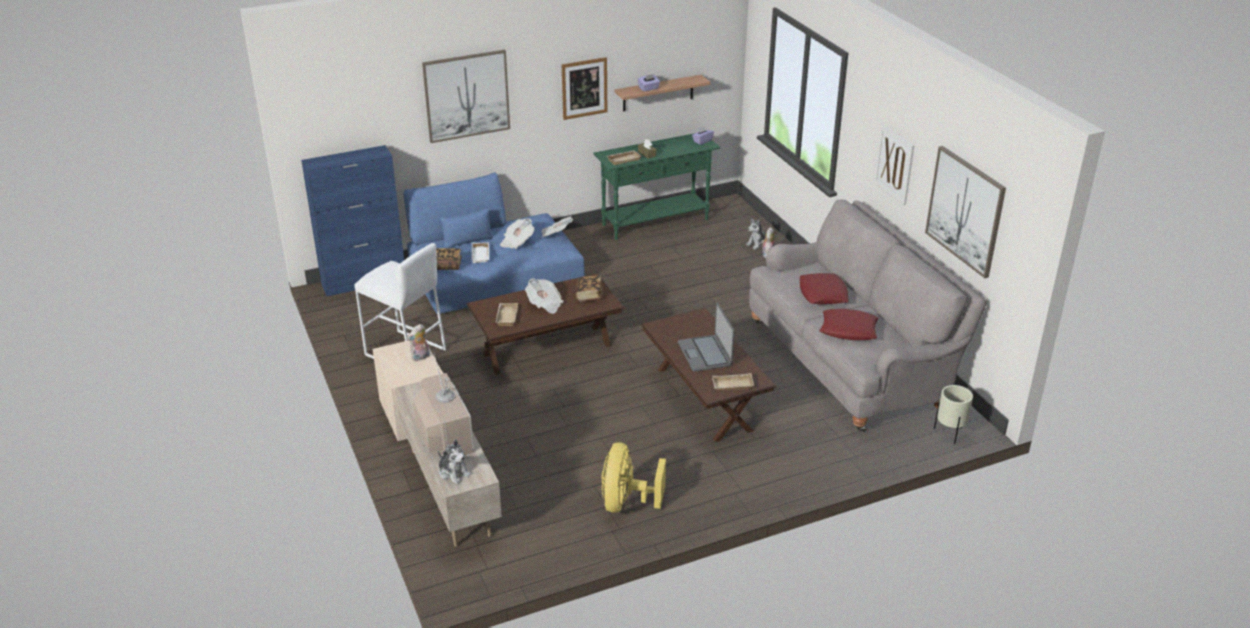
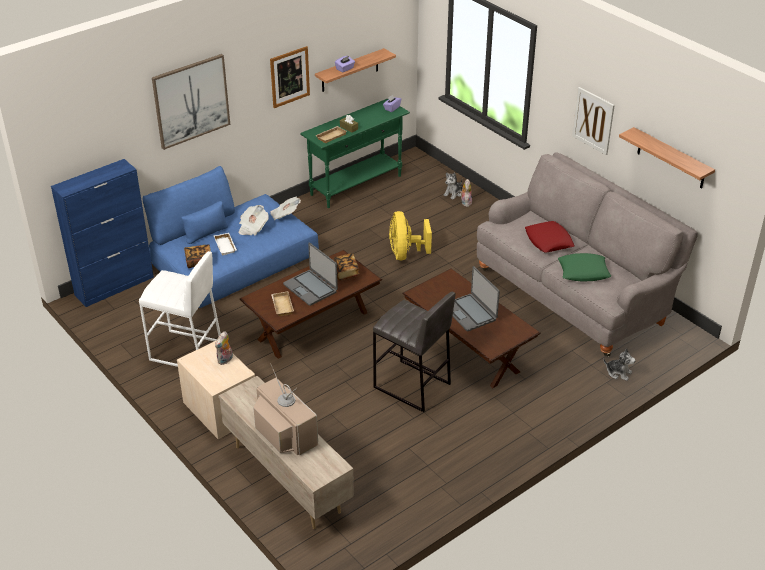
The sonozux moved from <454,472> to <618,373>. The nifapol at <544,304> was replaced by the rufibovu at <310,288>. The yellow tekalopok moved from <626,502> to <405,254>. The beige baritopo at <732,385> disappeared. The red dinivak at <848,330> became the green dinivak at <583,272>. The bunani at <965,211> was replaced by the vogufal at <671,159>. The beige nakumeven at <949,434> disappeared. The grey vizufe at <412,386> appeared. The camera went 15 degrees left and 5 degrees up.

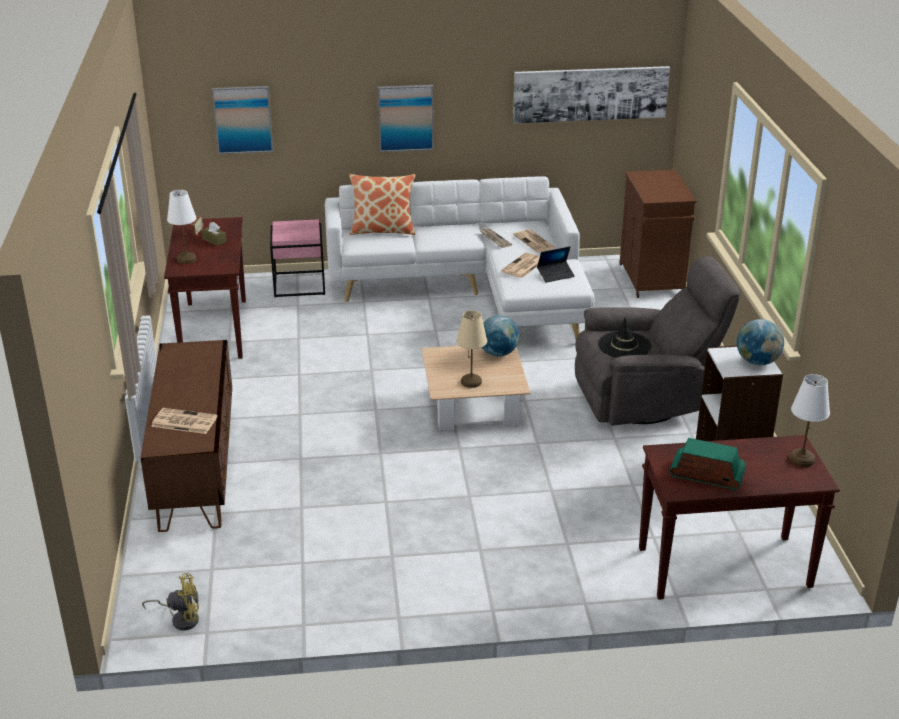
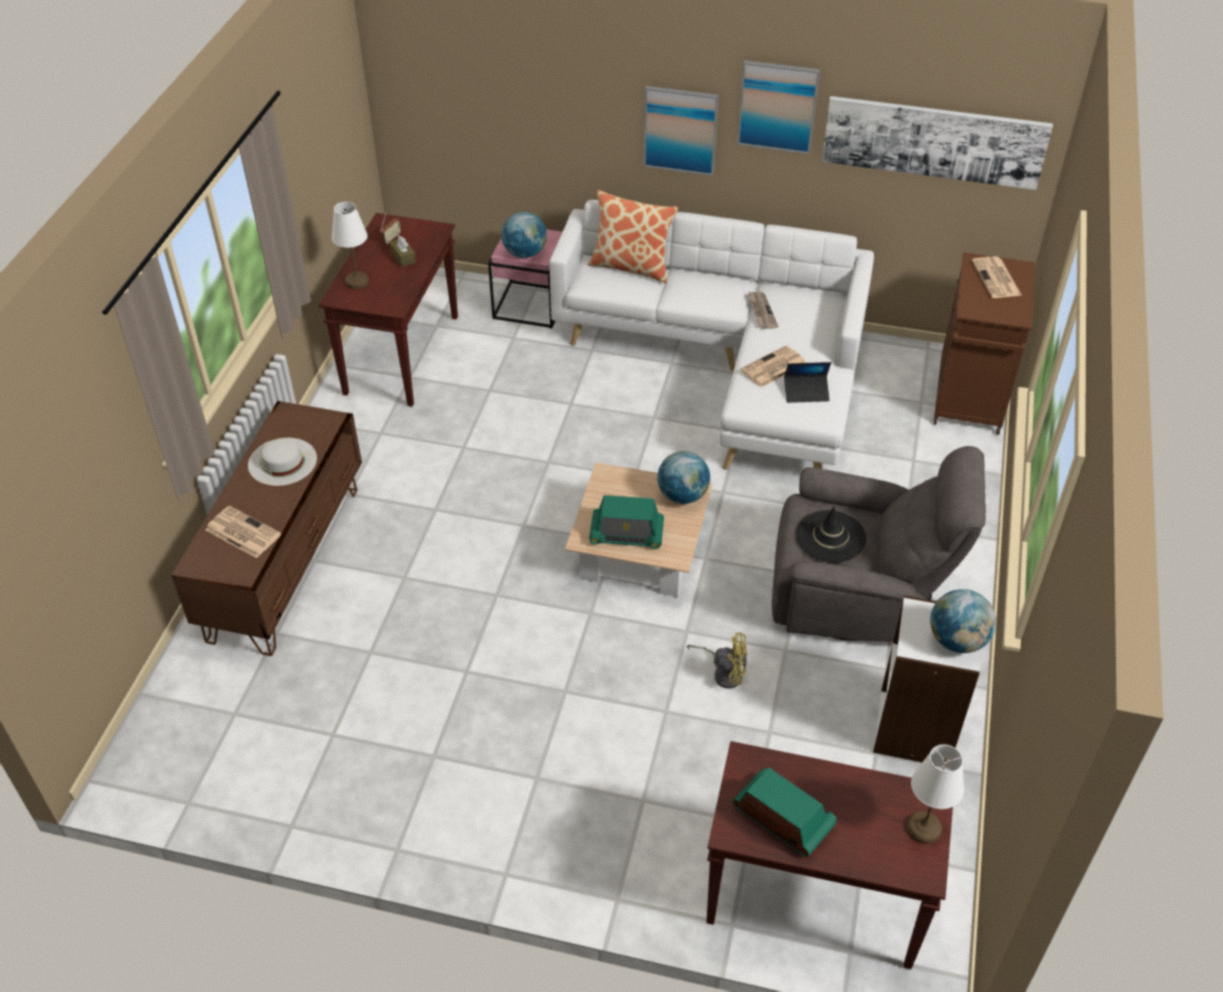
The yellow tekalopok moved from <181,619> to <724,673>. The bunani moved from <243,119> to <777,106>. The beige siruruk at <471,382> was replaced by the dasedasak at <626,534>. The nifapol moved from <535,242> to <997,279>. The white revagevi at <282,461> appeared. The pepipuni at <525,253> appeared. The camera went 20 degrees right and 15 degrees up.

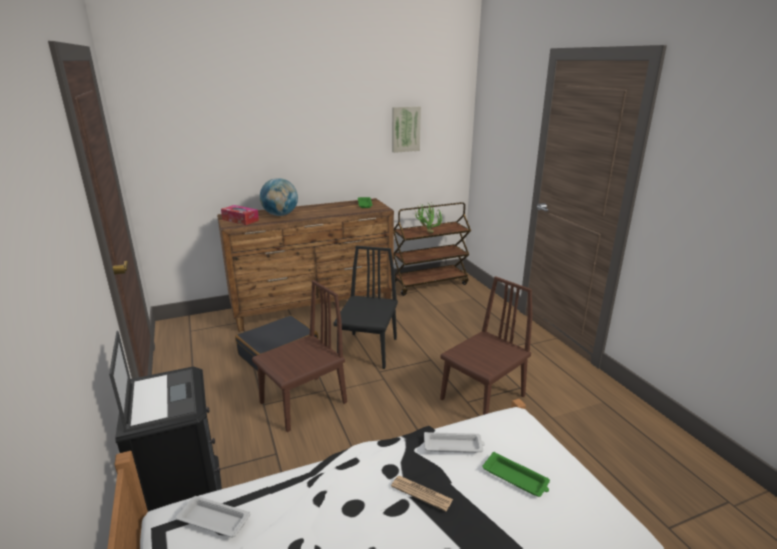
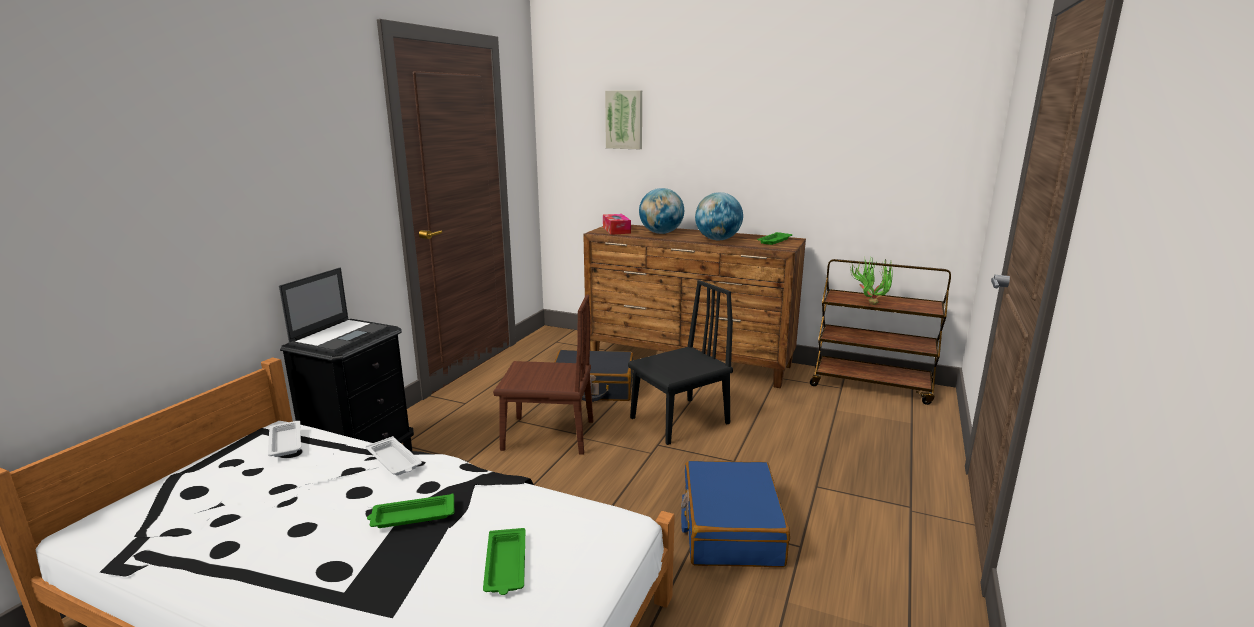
The nifapol at <421,493> was replaced by the green baritopo at <412,516>. The bunani moved from <405,129> to <624,120>. The white baritopo moved from <454,446> to <394,461>. The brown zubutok at <482,397> was replaced by the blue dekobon at <730,528>. The pepipuni at <717,240> appeared. The camera went 45 degrees right and 5 degrees down.

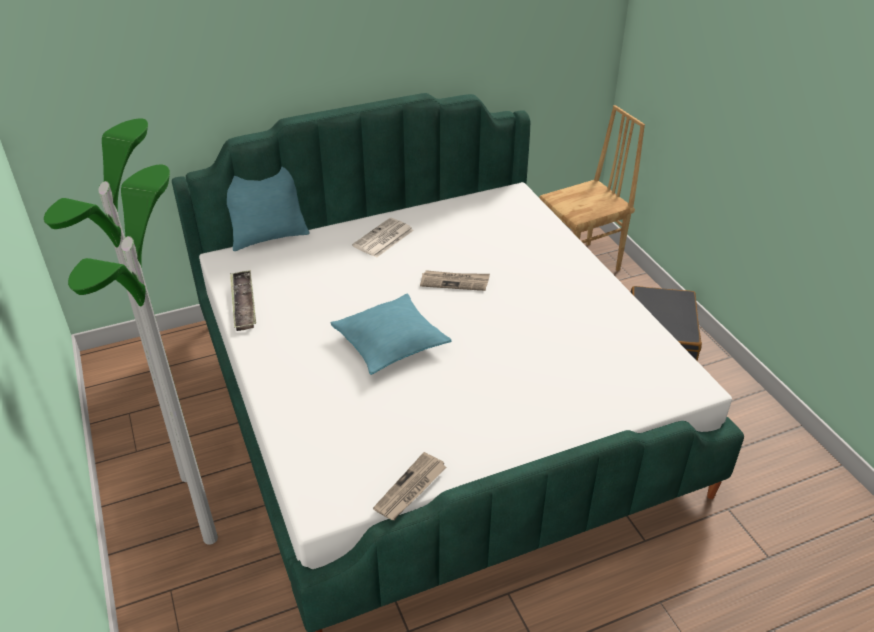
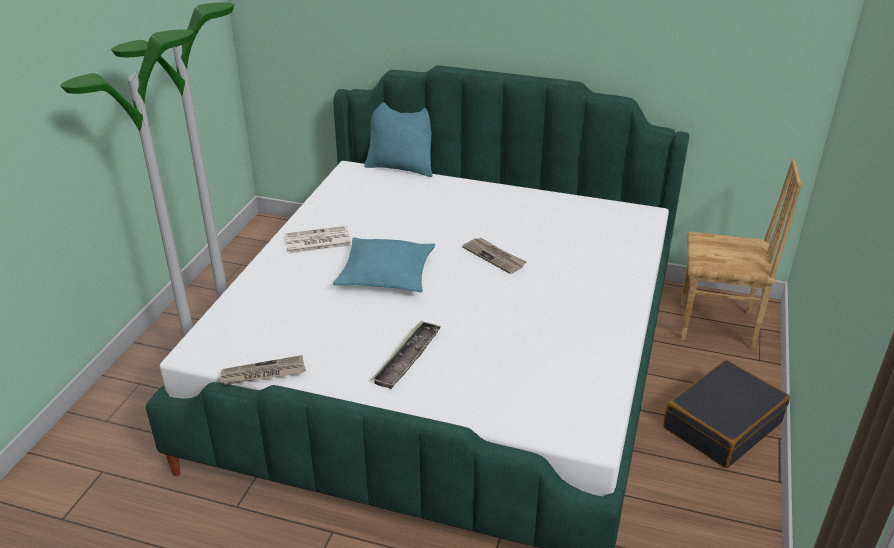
The baritopo moved from <243,303> to <407,358>. The nifapol moved from <383,239> to <317,241>. The camera went 40 degrees right and 5 degrees down.

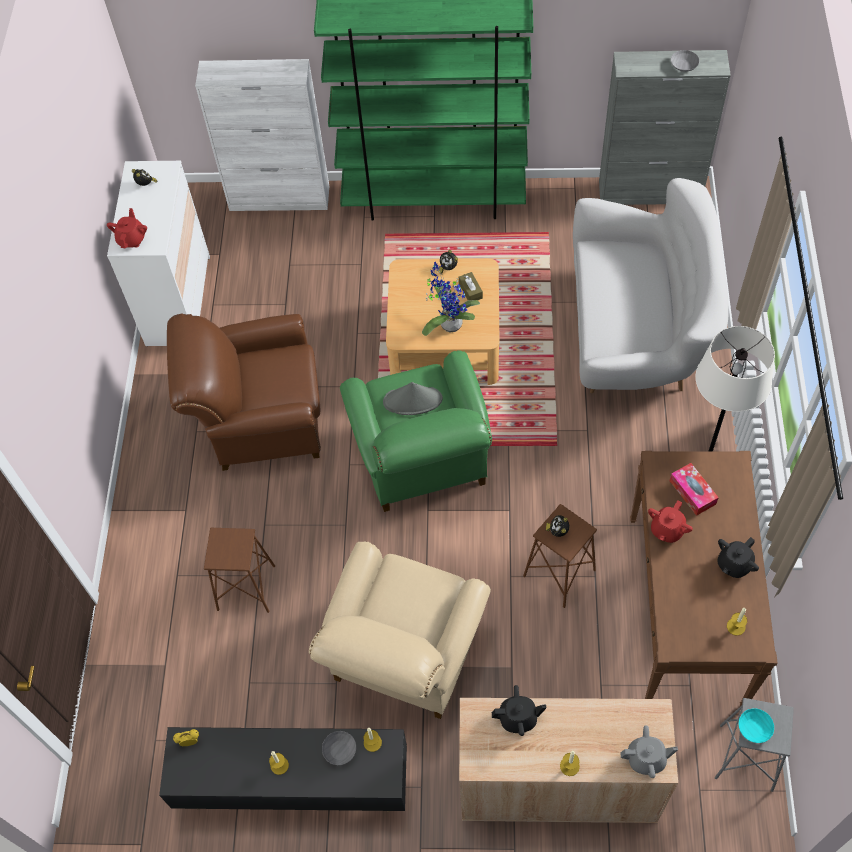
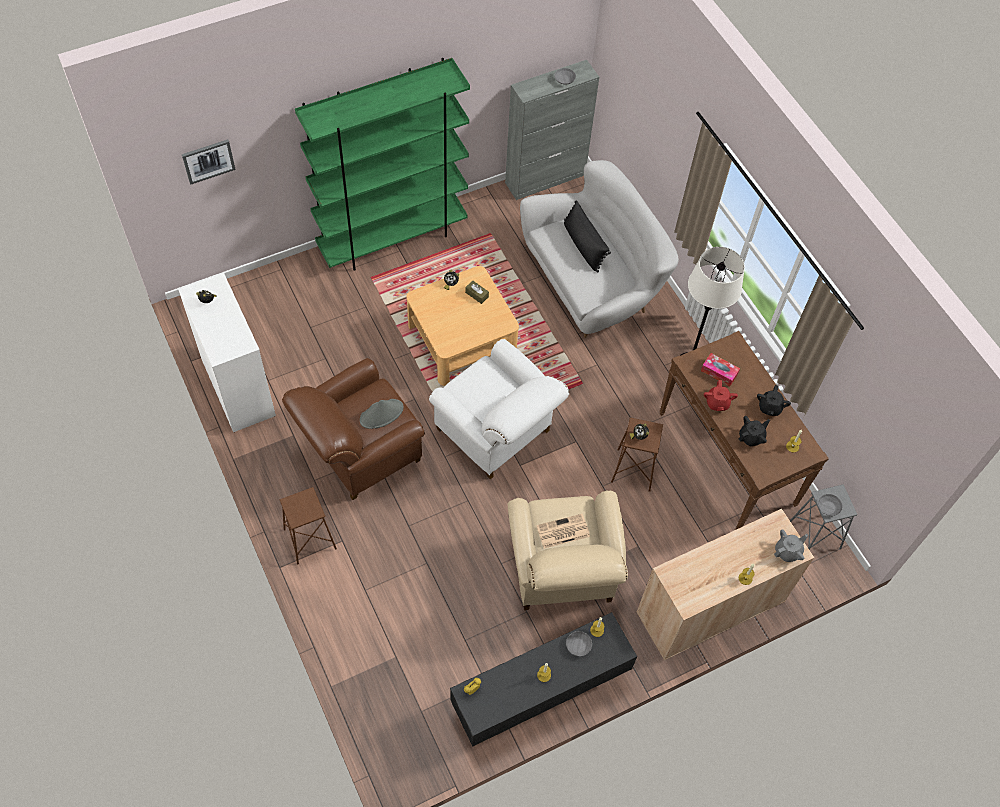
The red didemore at <132,239> disappeared. The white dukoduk at <280,198> disappeared. The brown vizufe moved from <246,587> to <310,539>. The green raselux at <423,462> became the white raselux at <497,433>. The grey revagevi moved from <413,400> to <381,414>. The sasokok at <449,323> disappeared. The black didemore moved from <518,718> to <751,437>. The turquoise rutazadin at <755,729> became the grey rutazadin at <829,507>. The bunani at <208,161> appeared. The nifapol at <562,532> appeared. The black dinivak at <583,245> appeared. The camera went 35 degrees left and 0 degrees up.

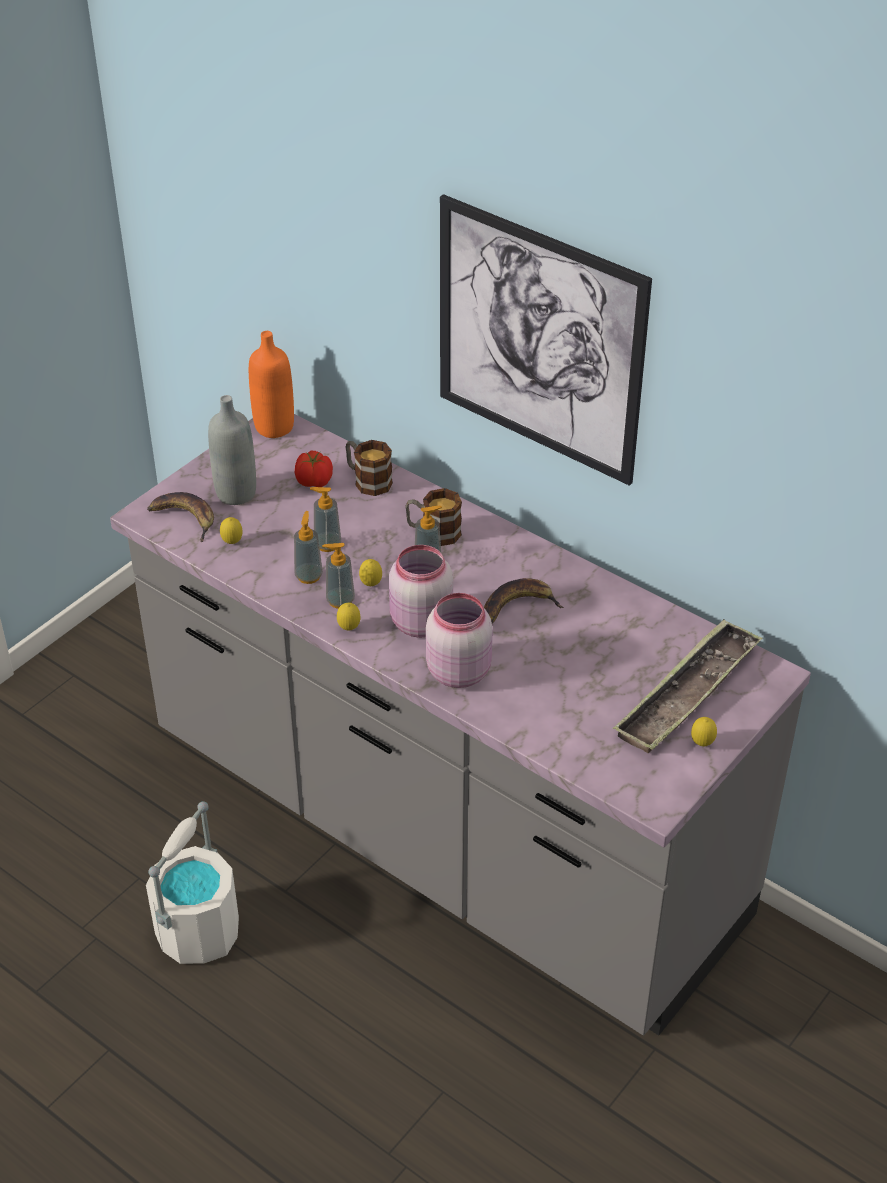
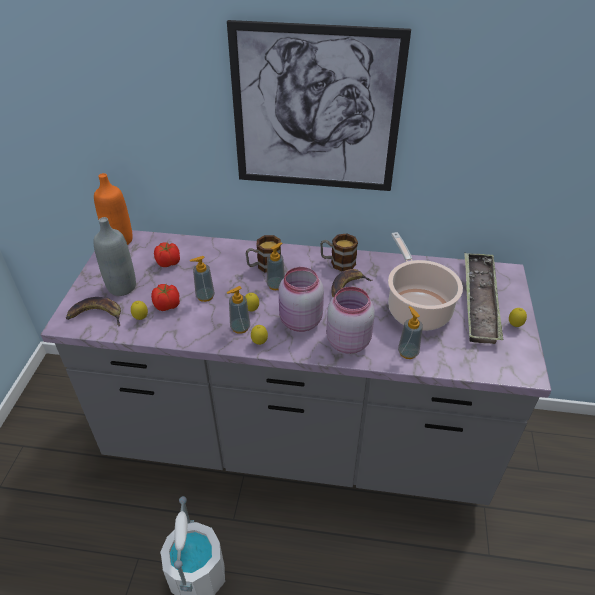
The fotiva moved from <308,576> to <408,352>. The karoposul moved from <367,480> to <337,262>. The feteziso at <168,305> appeared. The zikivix at <417,308> appeared. The camera went 30 degrees left and 0 degrees up.

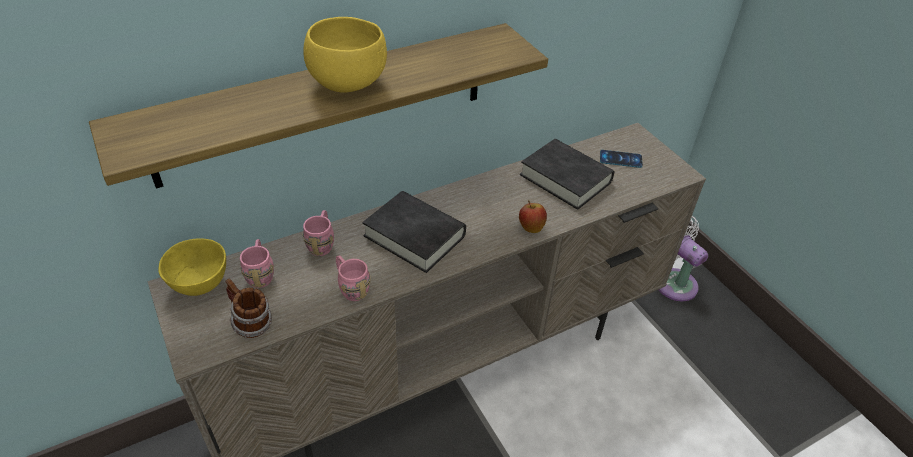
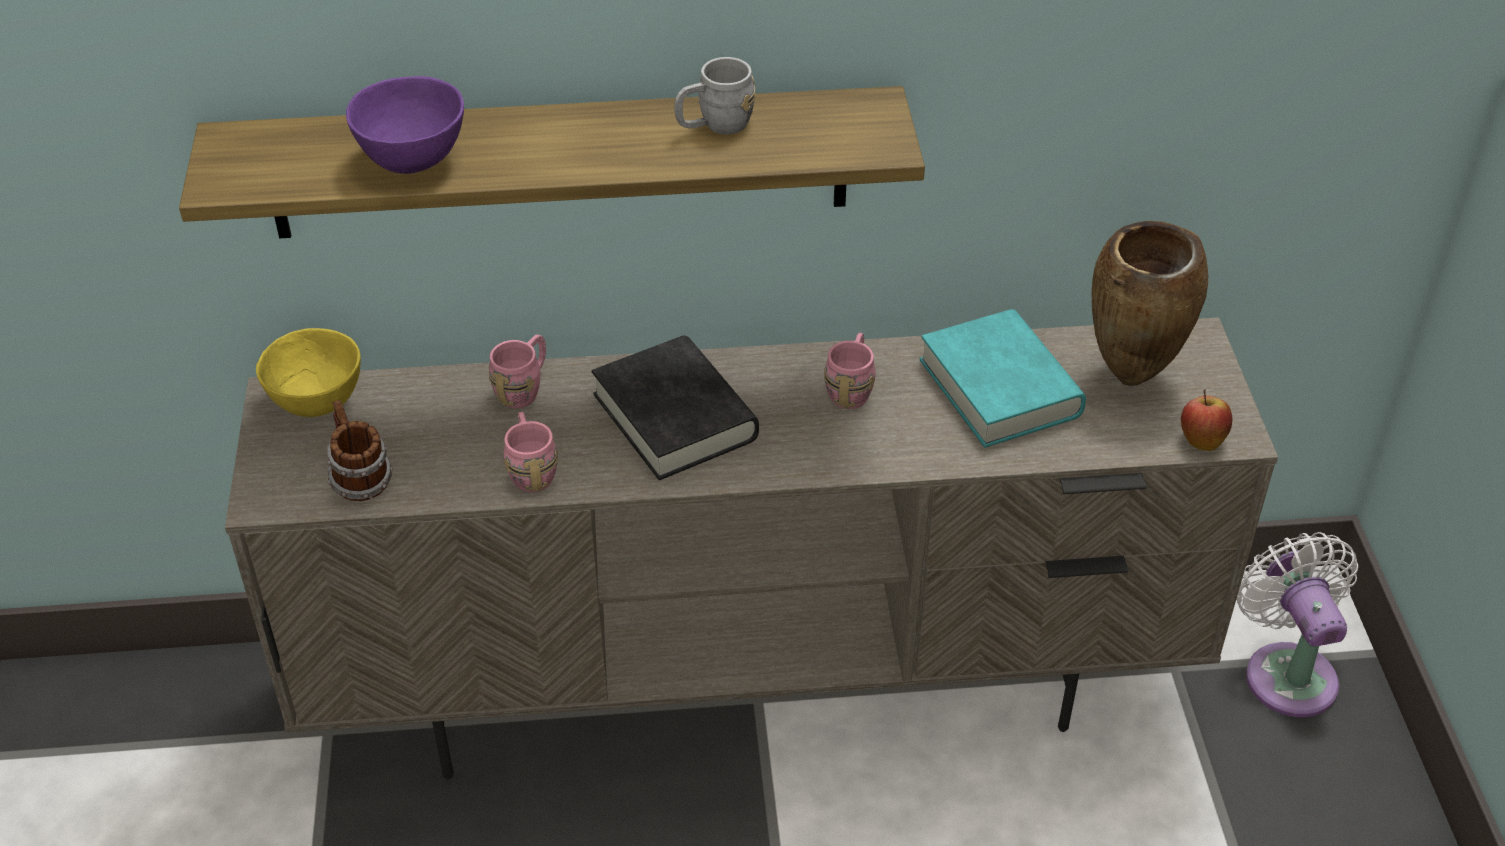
The pink karoposul moved from <260,273> to <851,388>. The yellow rutazadin at <348,83> disappeared. The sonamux moved from <531,227> to <1201,440>. The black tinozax at <565,178> became the turquoise tinozax at <999,388>. The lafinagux at <620,159> was replaced by the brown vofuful at <1131,378>. The purple rutazadin at <414,159> appeared. The grey karoposul at <715,126> appeared. The camera went 25 degrees right and 0 degrees up.

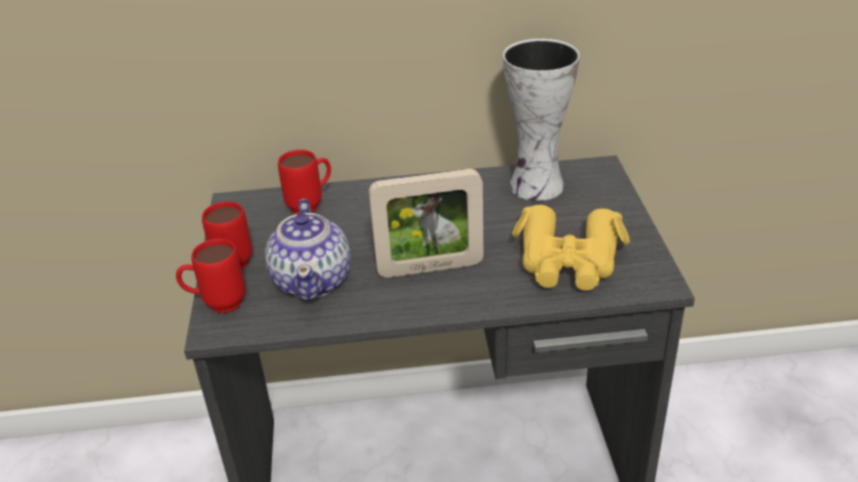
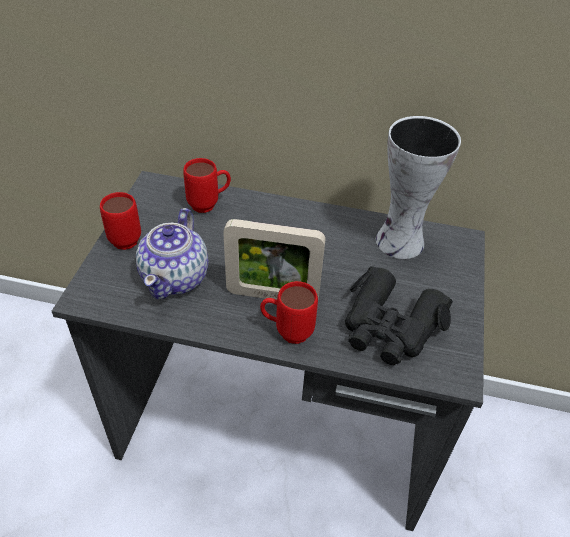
The red karoposul moved from <216,305> to <286,332>. The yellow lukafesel at <568,261> became the black lukafesel at <390,327>. The camera went 15 degrees right and 10 degrees up.

